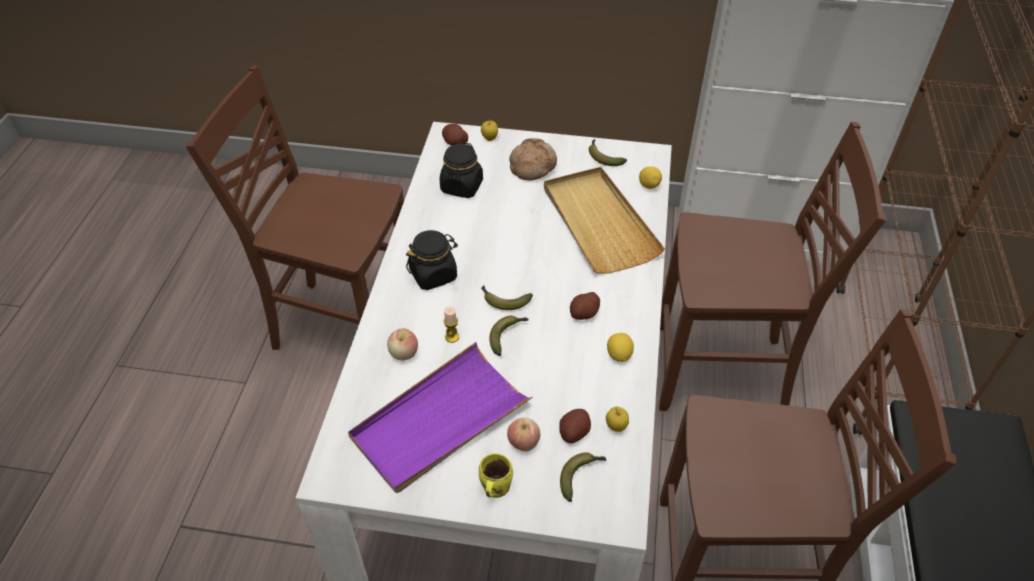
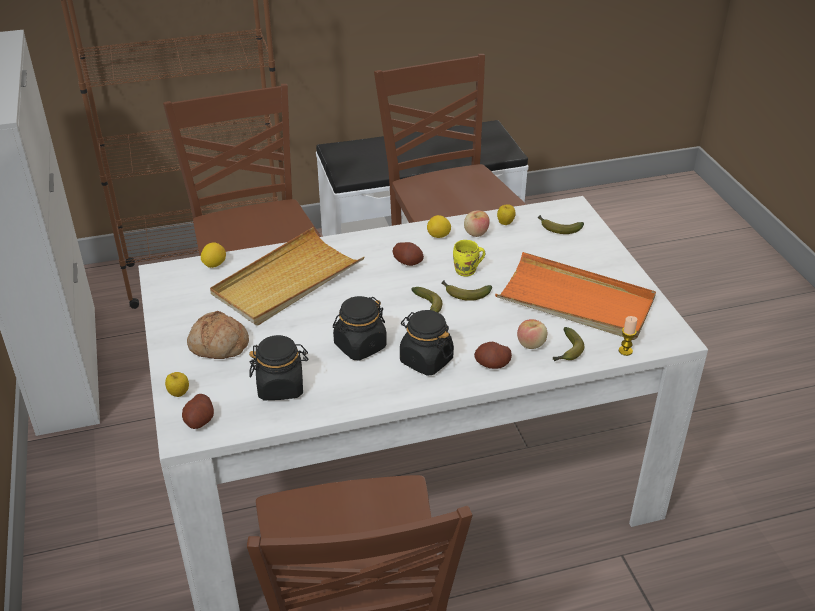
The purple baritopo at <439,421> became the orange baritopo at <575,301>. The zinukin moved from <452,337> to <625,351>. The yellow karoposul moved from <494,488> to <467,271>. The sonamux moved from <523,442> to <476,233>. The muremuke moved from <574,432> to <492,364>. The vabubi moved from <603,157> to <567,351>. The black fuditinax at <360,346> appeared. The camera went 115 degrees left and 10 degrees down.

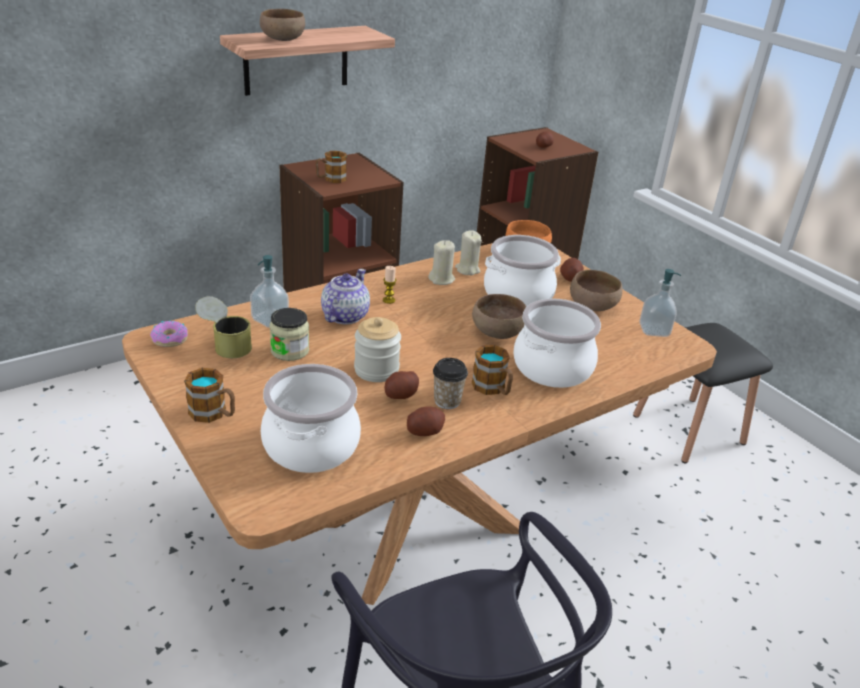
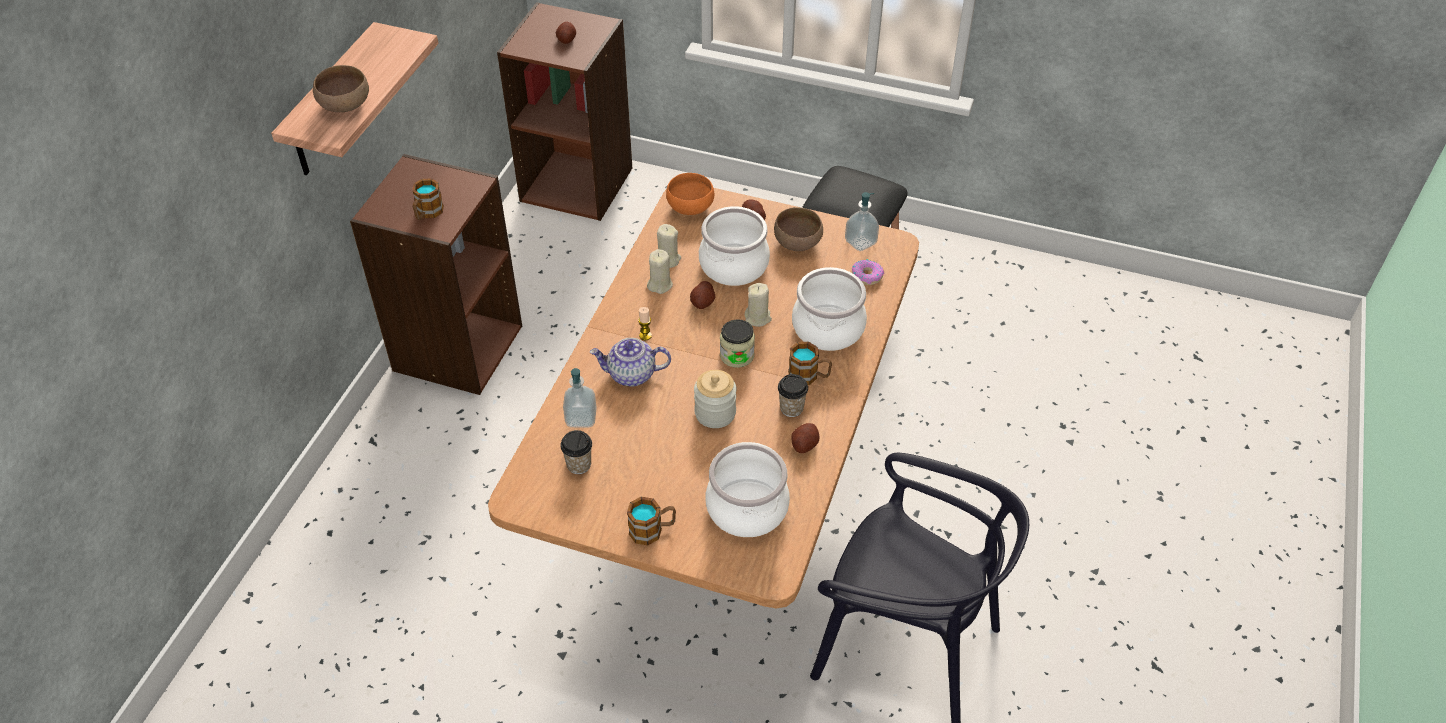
The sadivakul moved from <170,339> to <867,276>. The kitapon at <225,344> was replaced by the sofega at <579,465>. The fuditinax moved from <290,350> to <737,355>. The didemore at <344,315> turned 75 degrees counterclockwise. The muremuke moved from <401,395> to <703,302>. The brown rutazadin at <496,332> was replaced by the beige zinukin at <758,318>. The camera went 35 degrees left and 15 degrees up.

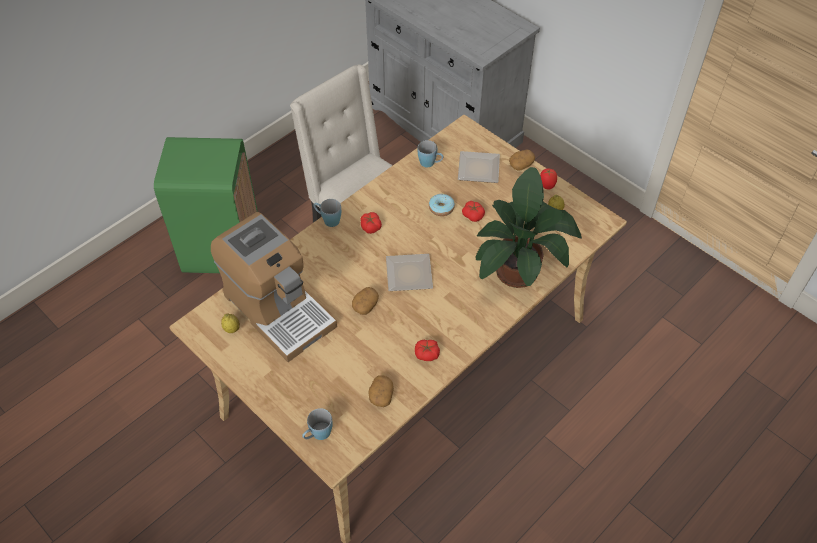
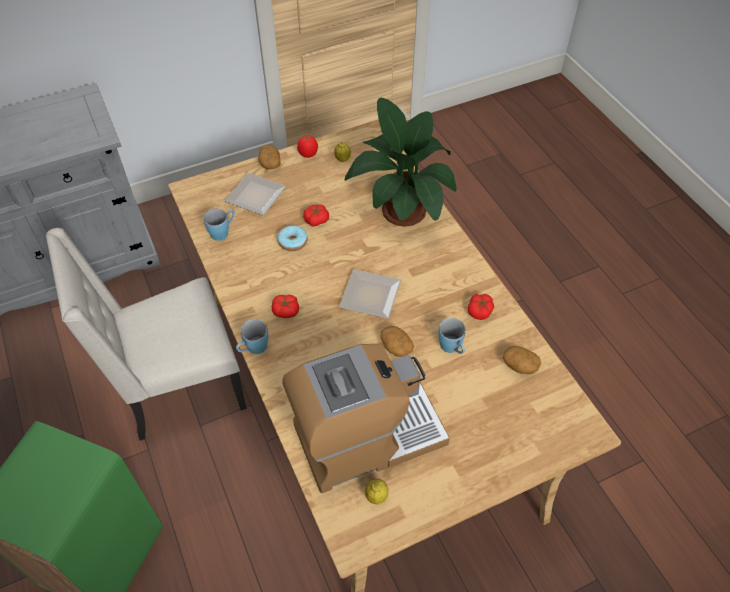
The blue karoposul moved from <318,435> to <452,348>. The camera went 70 degrees left and 0 degrees up.

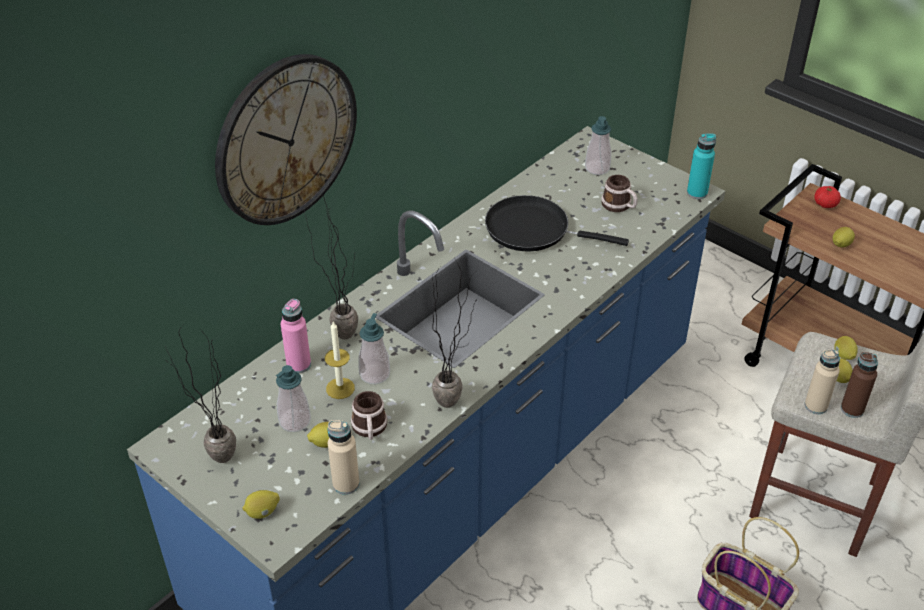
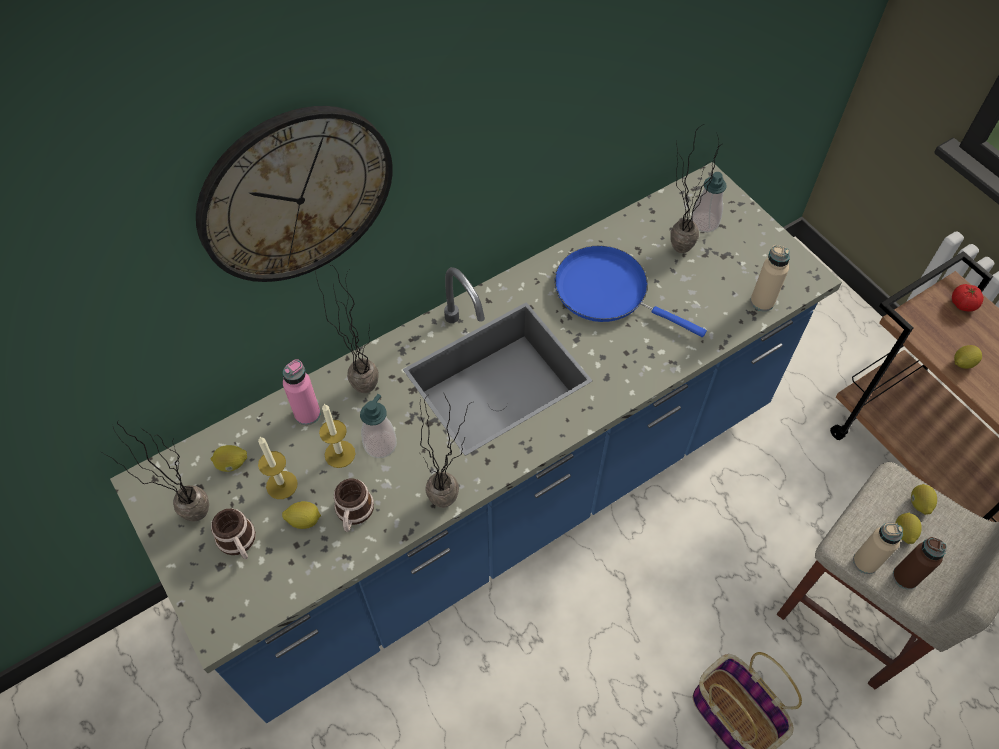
The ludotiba moved from <262,512> to <232,464>. The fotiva at <295,421> was replaced by the zinukin at <281,485>. The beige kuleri moved from <346,484> to <762,301>. The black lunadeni at <533,230> became the blue lunadeni at <607,291>. The karoposul moved from <619,206> to <239,542>. The turquoise kuleri at <697,193> disappeared. The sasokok at <672,249> appeared. The camera went 15 degrees right and 15 degrees up.

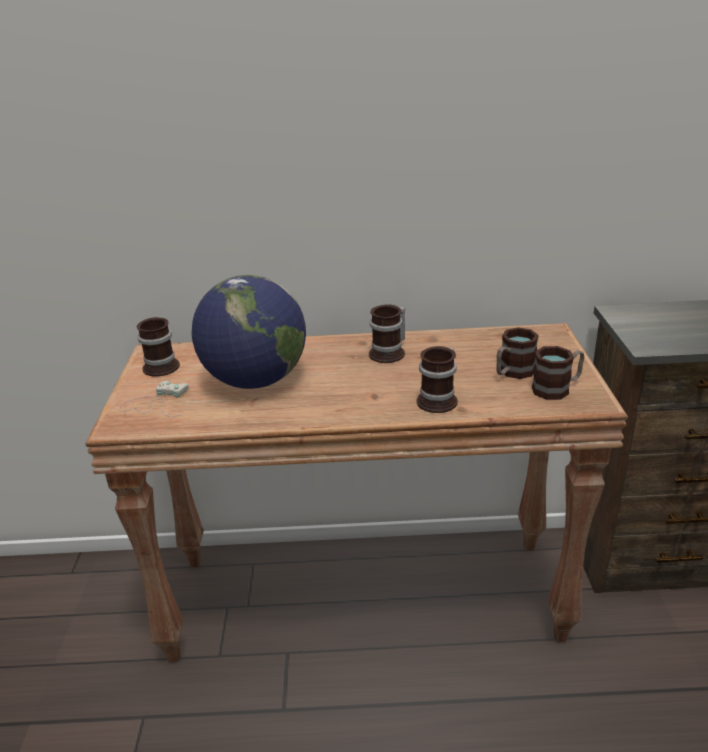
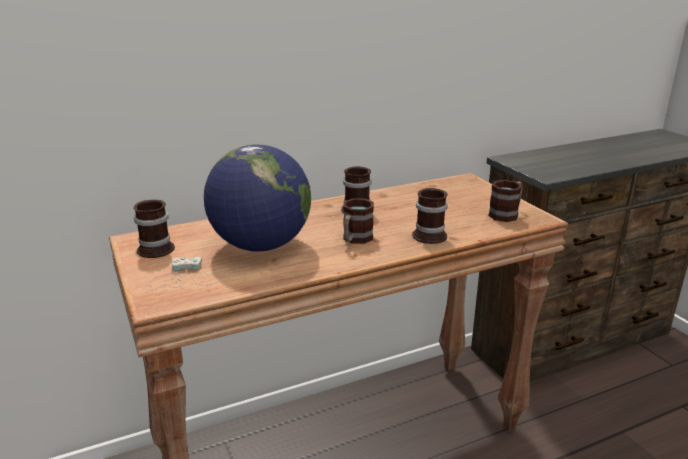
The karoposul moved from <512,373> to <355,239>. The camera went 25 degrees left and 5 degrees down.

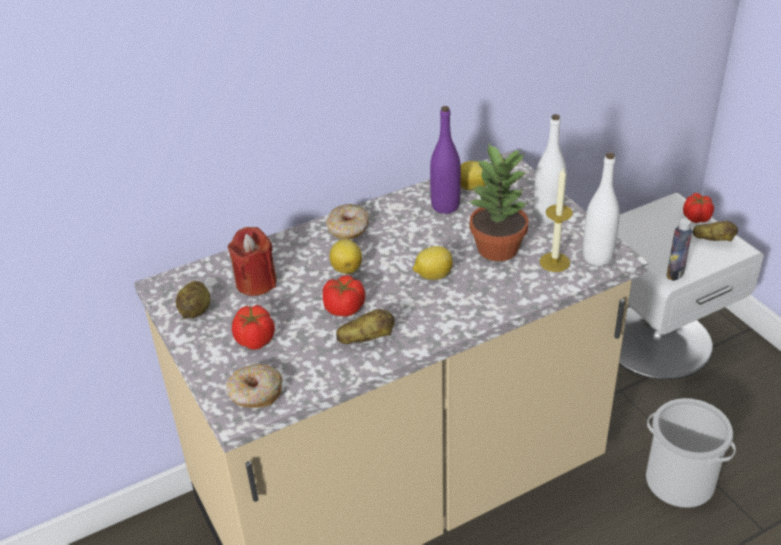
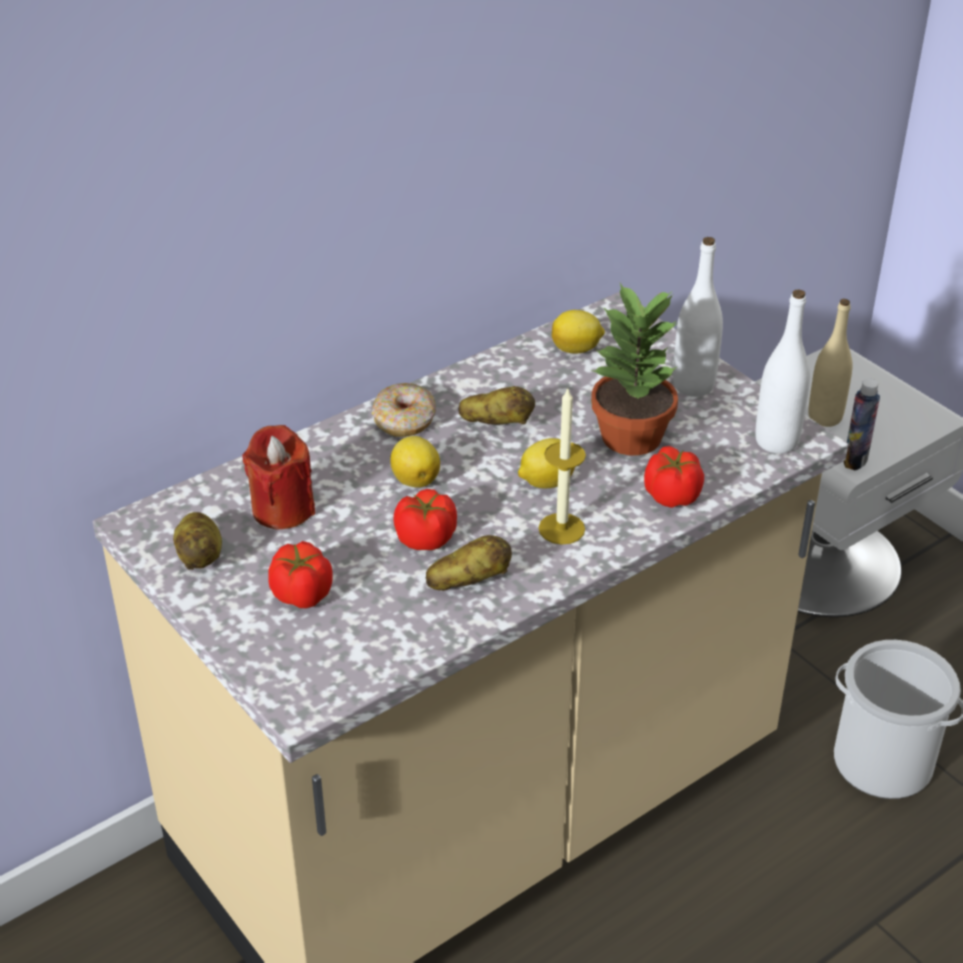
The sadivakul at <255,393> disappeared. The purple kuleri at <445,206> disappeared. The zinukin moved from <554,262> to <561,528>. The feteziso moved from <696,217> to <672,495>. The muremuke moved from <713,240> to <497,423>. The beige kuleri at <825,417> appeared. The camera went 10 degrees left and 0 degrees up.

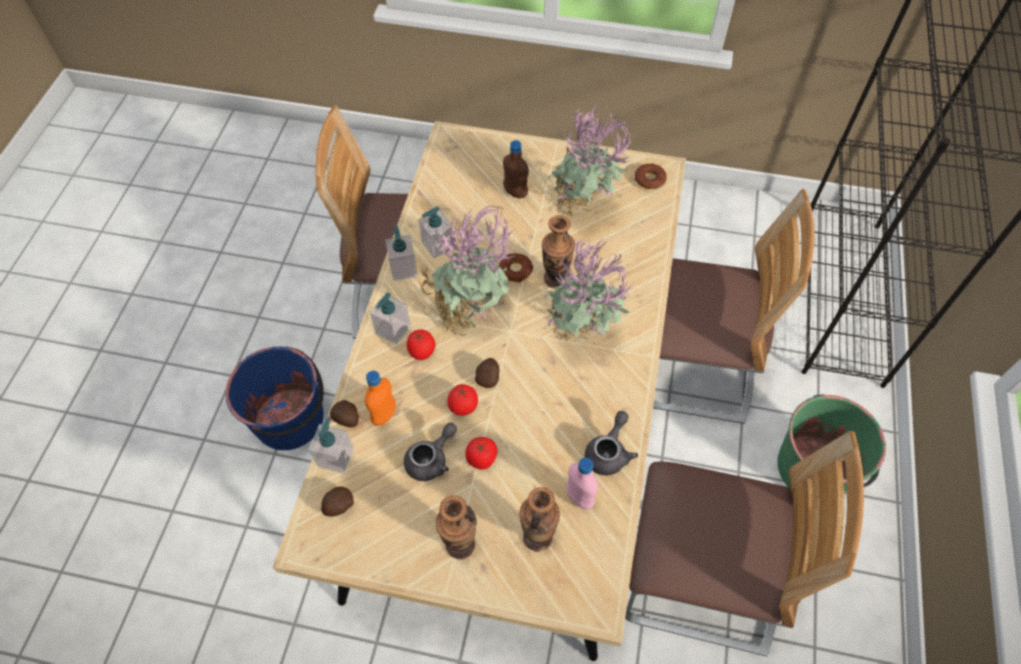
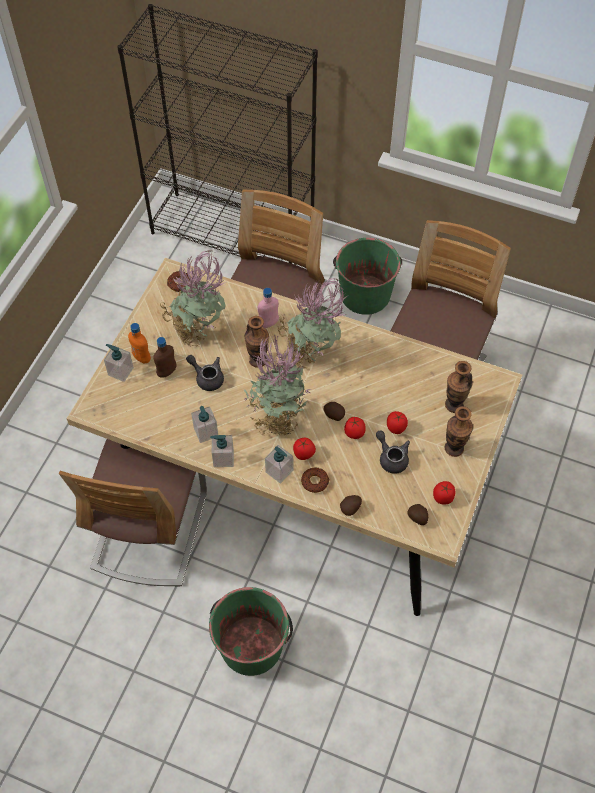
The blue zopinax at <291,419> became the green zopinax at <251,645>. The fotiva moved from <335,457> to <120,371>. The orange kuleri moved from <384,415> to <142,358>. The sadivakul moved from <515,270> to <315,481>. The pink kuleri moved from <579,497> to <268,323>. The grey didemore moved from <609,452> to <207,377>. The feteziso at <443,498> appeared. The camera went 80 degrees left and 0 degrees up.

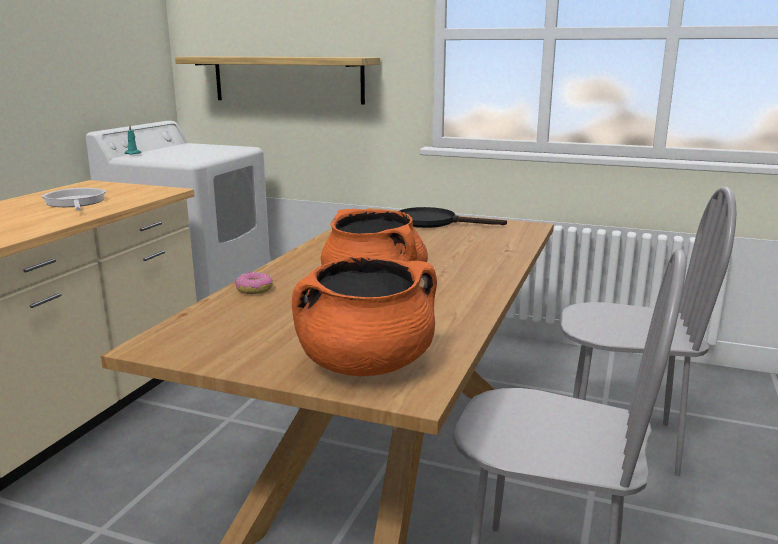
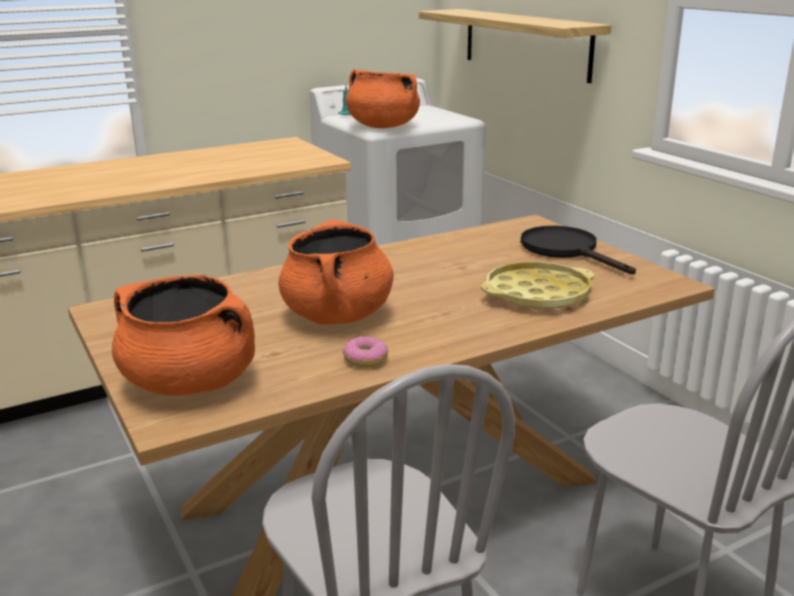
The lunadeni at <75,202> disappeared. The sadivakul moved from <254,290> to <365,359>. The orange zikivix at <382,126> appeared. The yellow baritopo at <537,294> appeared. The camera went 40 degrees right and 5 degrees up.

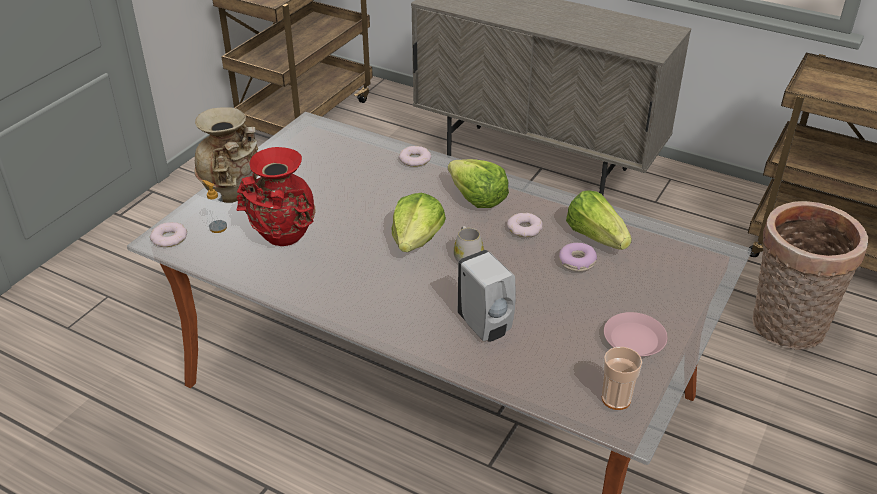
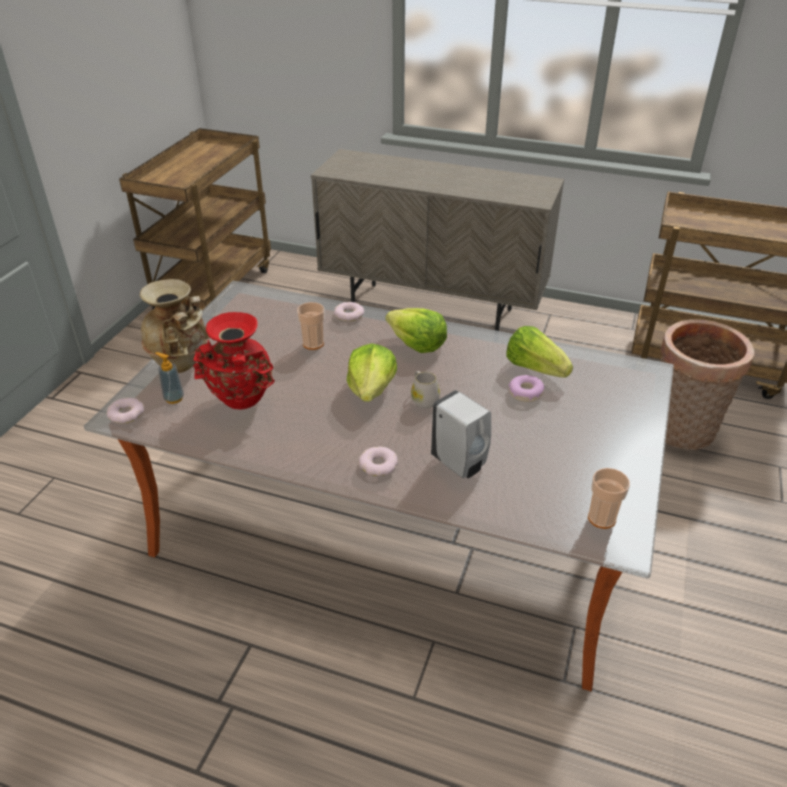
The sadivakul moved from <524,228> to <378,465>. The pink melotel at <634,339> disappeared. The sofega at <313,343> appeared. The camera went 10 degrees left and 0 degrees up.

